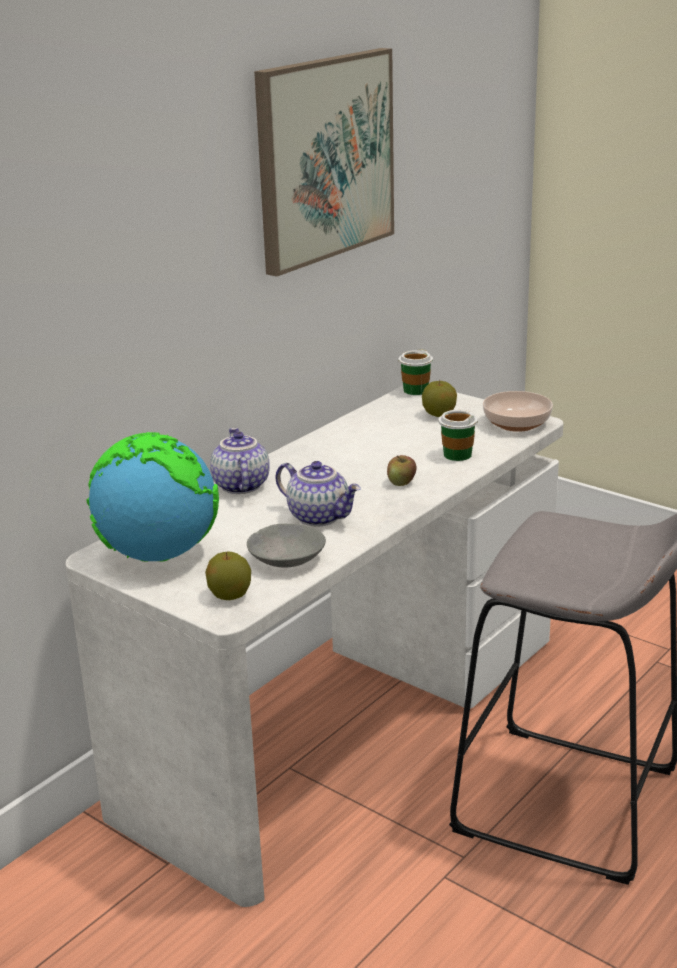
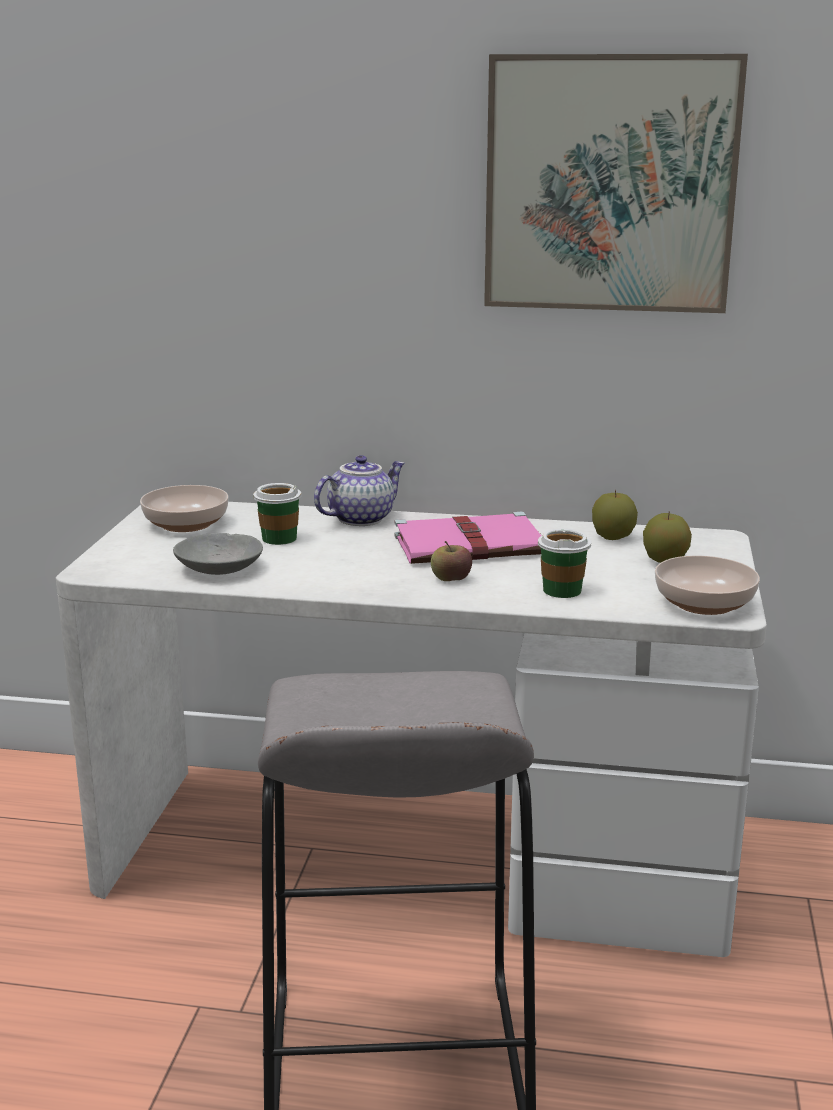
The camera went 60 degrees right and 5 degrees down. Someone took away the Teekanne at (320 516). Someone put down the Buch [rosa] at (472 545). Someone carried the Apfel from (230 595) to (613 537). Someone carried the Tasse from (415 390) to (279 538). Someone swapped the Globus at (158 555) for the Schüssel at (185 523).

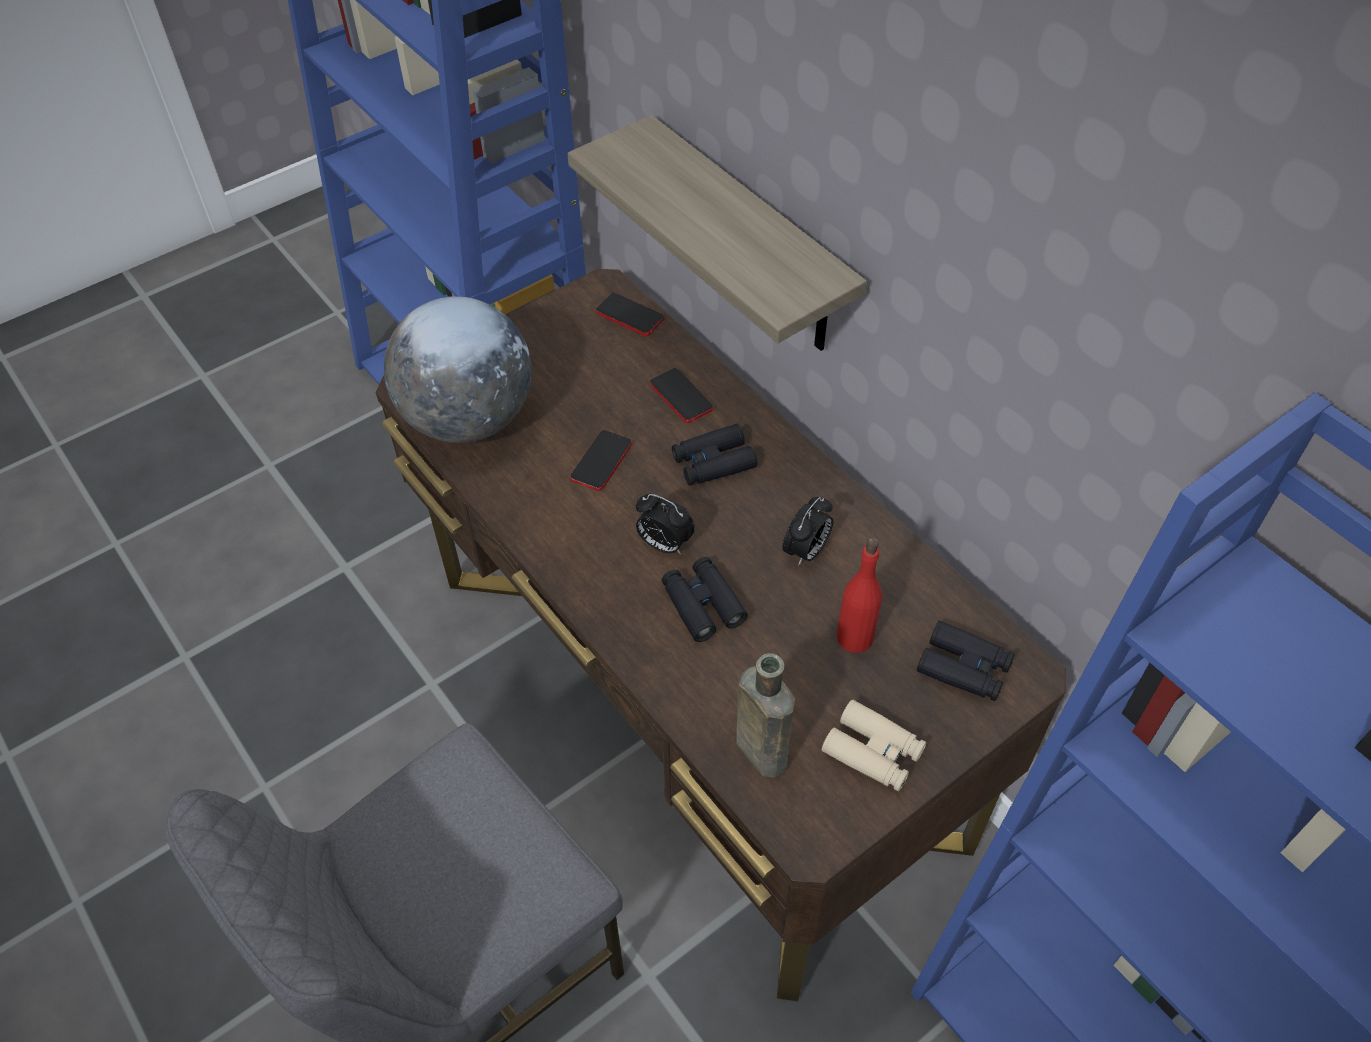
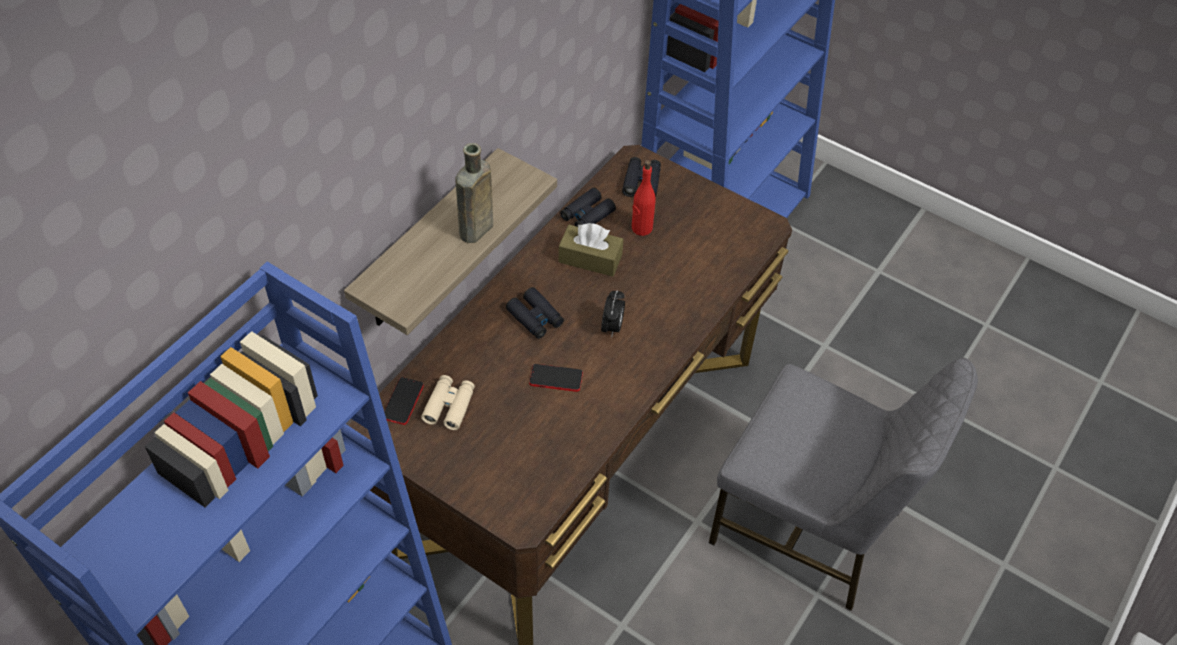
The camera went 110 degrees left and 0 degrees up. Someone took away the Globus at (468 419). Someone took away the Handy at (681 396). Someone carried the Fernglas [schwarz] from (703 604) to (587 215). Someone carried the Flasche [braun] from (759 749) to (474 231). Someone carried the Fernglas [beige] from (873 752) to (449 406). Someone swapped the Wecker at (806 552) for the Taschentuchbox [braun] at (590 258).

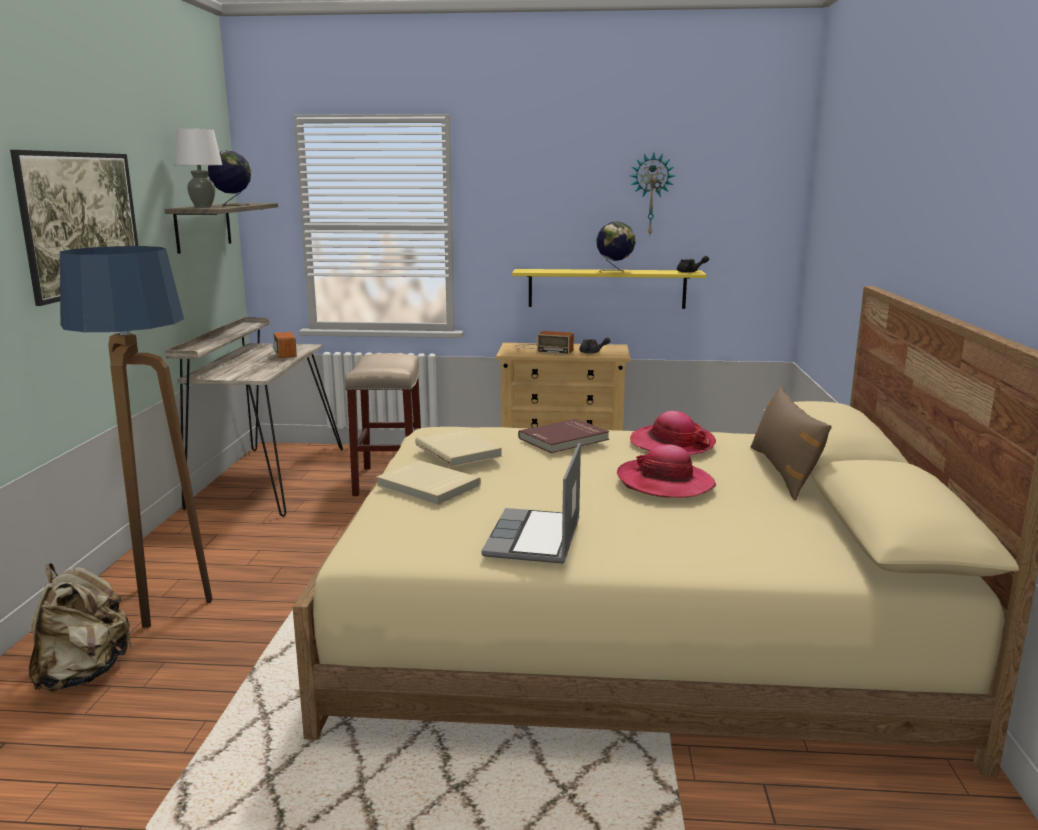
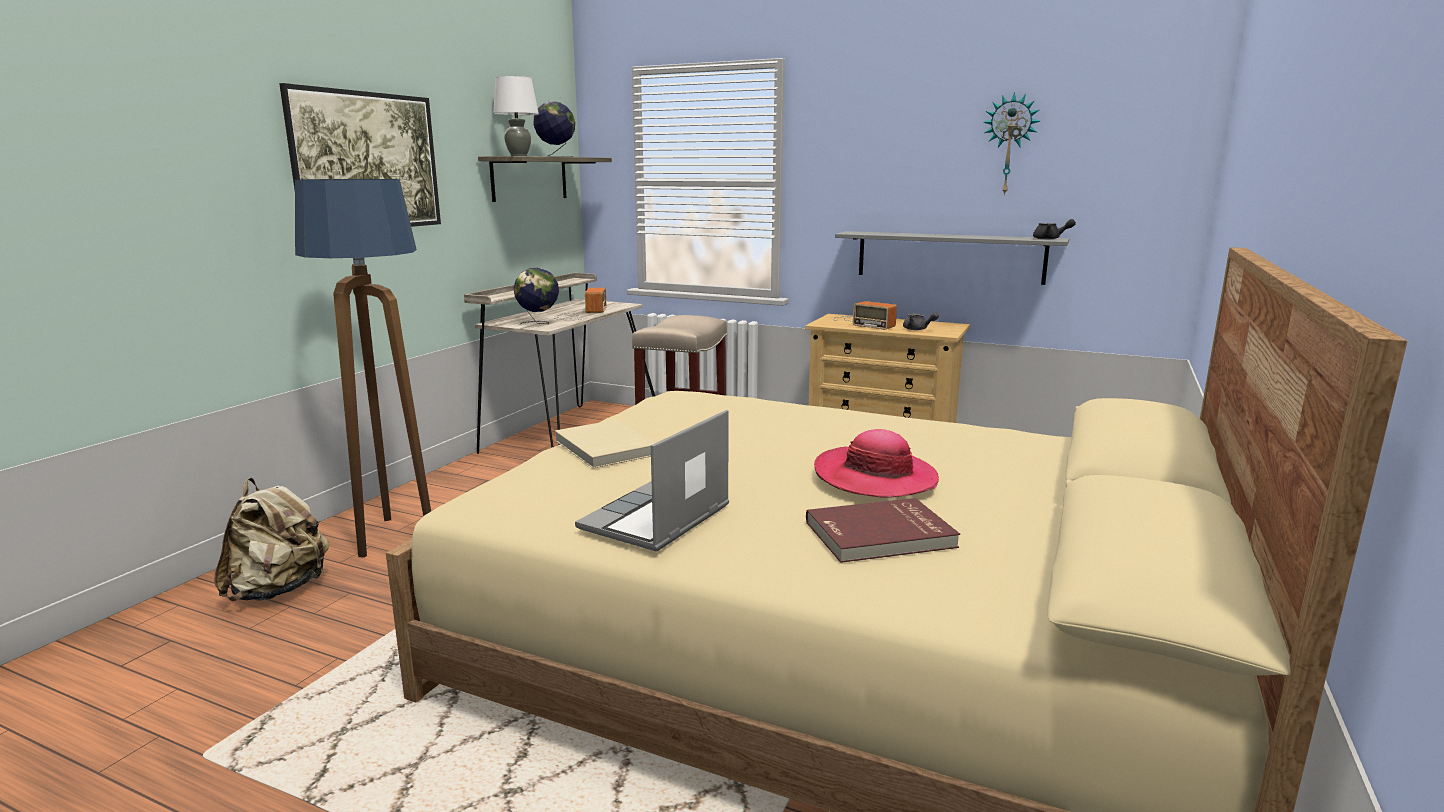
The camera went 20 degrees right and 0 degrees up. Someone took away the Buch [beige] at (459 450). Someone took away the Hut at (672 443). Someone took away the Kissen [braun] at (784 472). Someone carried the Buch [rot] from (564 439) to (881 535). Someone carried the Globus from (615 271) to (538 323). Someone repainted the Wandregal [gelb] at (606 288), which became the Wandregal [grau] at (949 257).

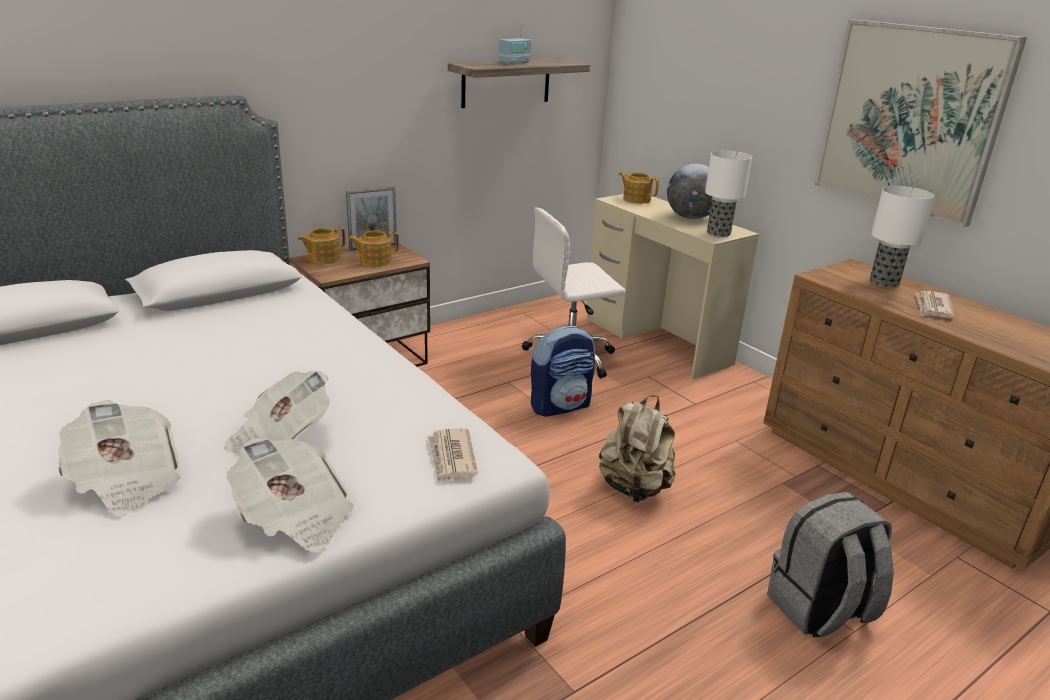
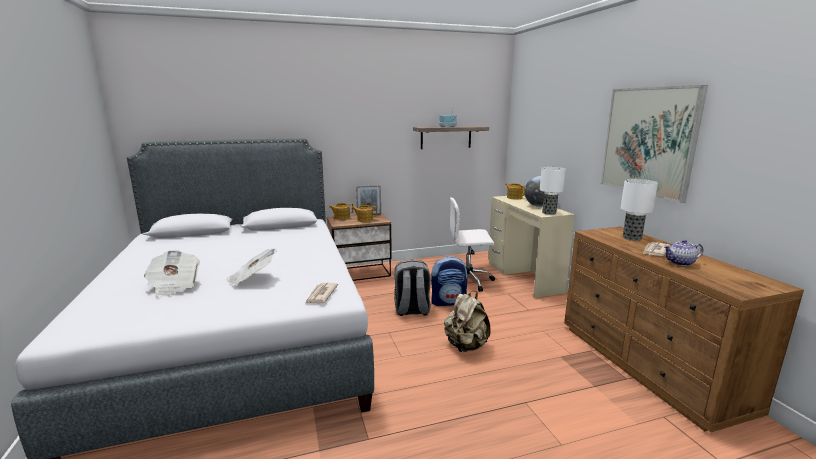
The camera went 20 degrees right and 10 degrees down. Someone took away the Zeitung at (294 518). Someone put down the Teekanne at (680 263). Someone carried the Rucksack [grau] from (820 610) to (411 310).

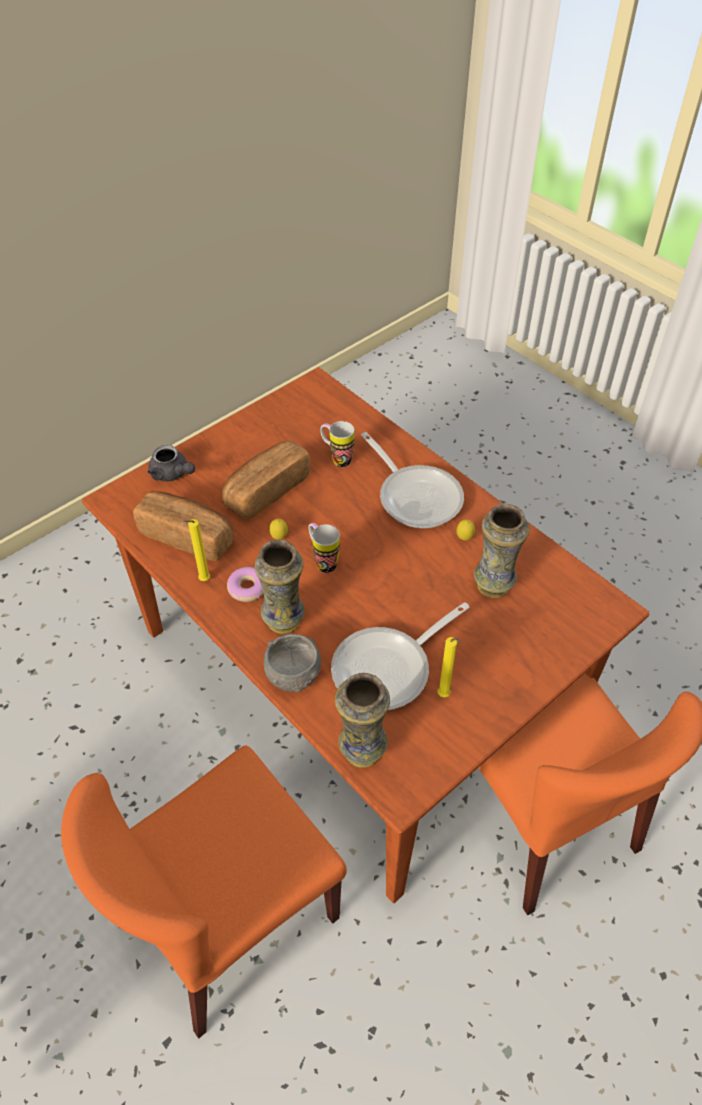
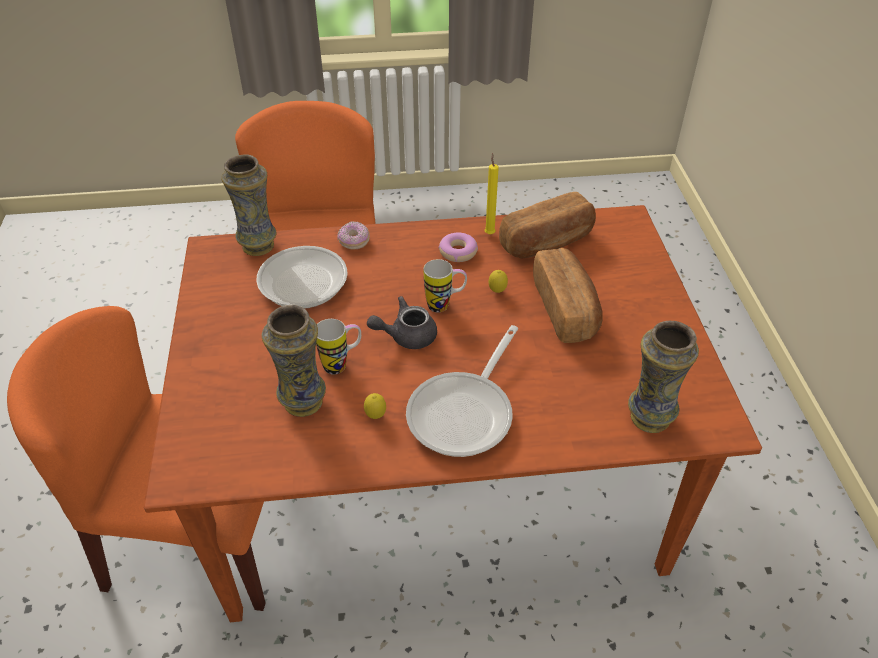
The camera went 125 degrees right and 5 degrees down. Someone took away the Kerze [gelb] at (445 696). Someone carried the Teekanne [grau] from (172 474) to (406 336). Someone carried the Vase from (284 621) to (648 417). Someone carried the Henkelbecher from (337 458) to (342 364). Someone swapped the Schüssel [grau] at (293 674) for the Donut at (354 241). Someone rotated the Pfanne at (416 496) by 60 degrees counterclockwise.

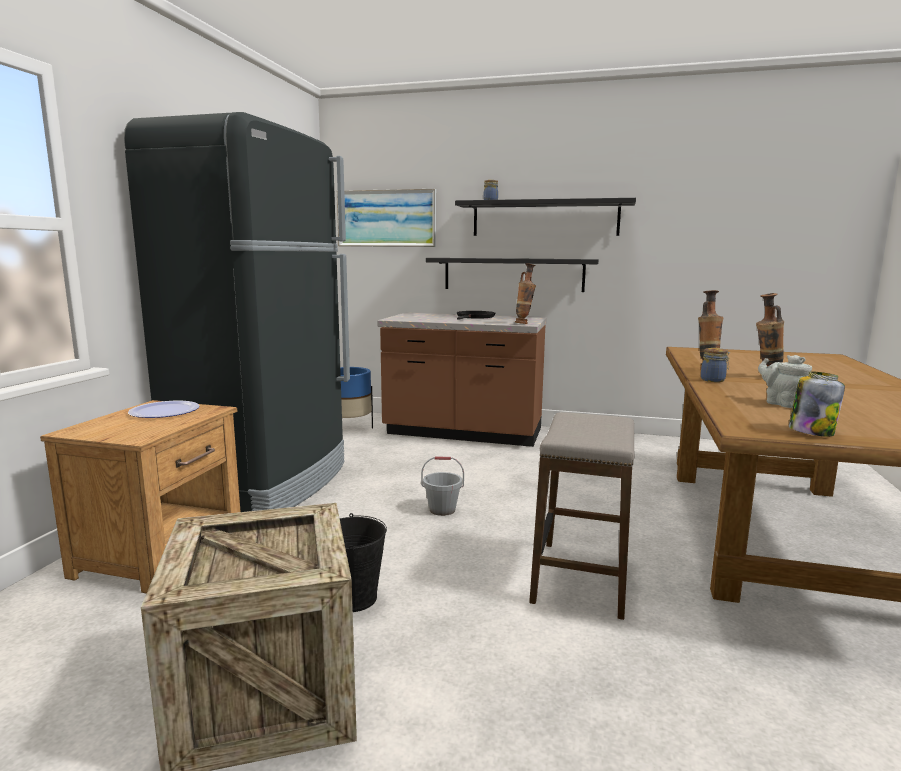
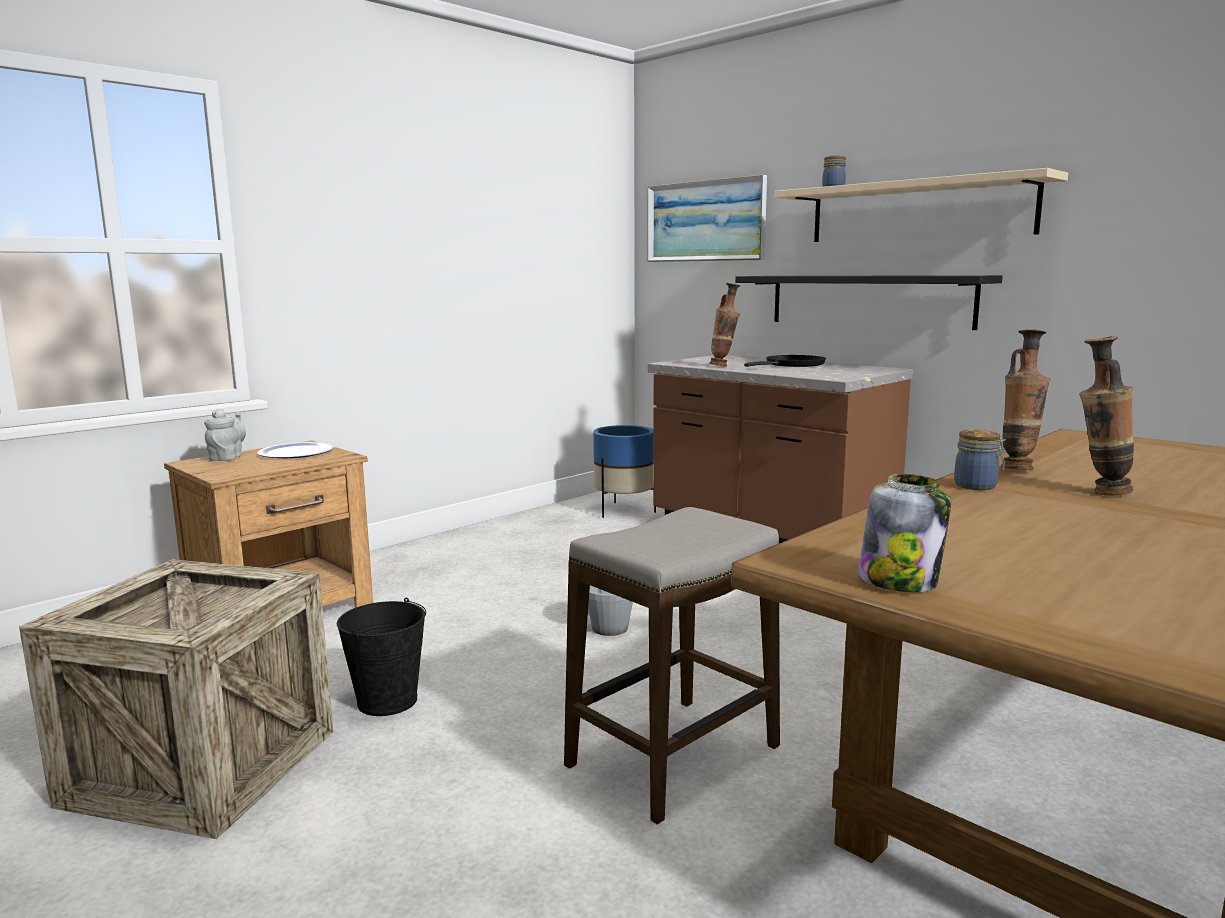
The camera went 30 degrees right and 0 degrees up. Someone took away the Kühlschrank [schwarz] at (265 483). Someone carried the Vase from (524 324) to (724 366). Someone carried the Teekanne [grau] from (782 403) to (228 457). Someone repainted the Wandregal [schwarz] at (545 218), which became the Wandregal [beige] at (918 211).

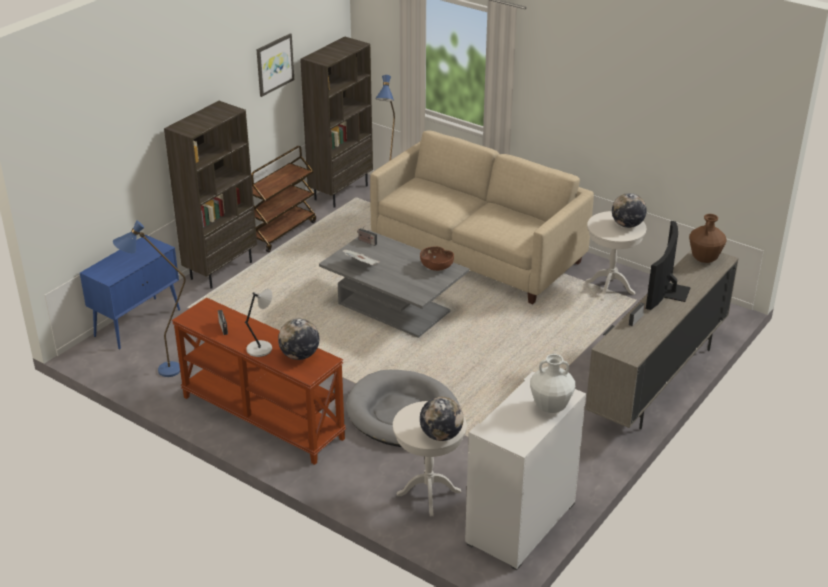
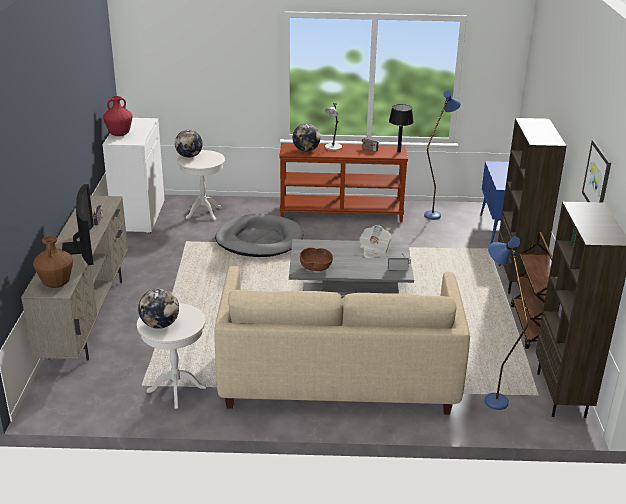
The camera went 145 degrees right and 5 degrees down. Someone put down the Tischlampe [schwarz] at (399 151). Someone repainted the Vase [weiß] at (550 407), which became the Vase [rot] at (120 134).

